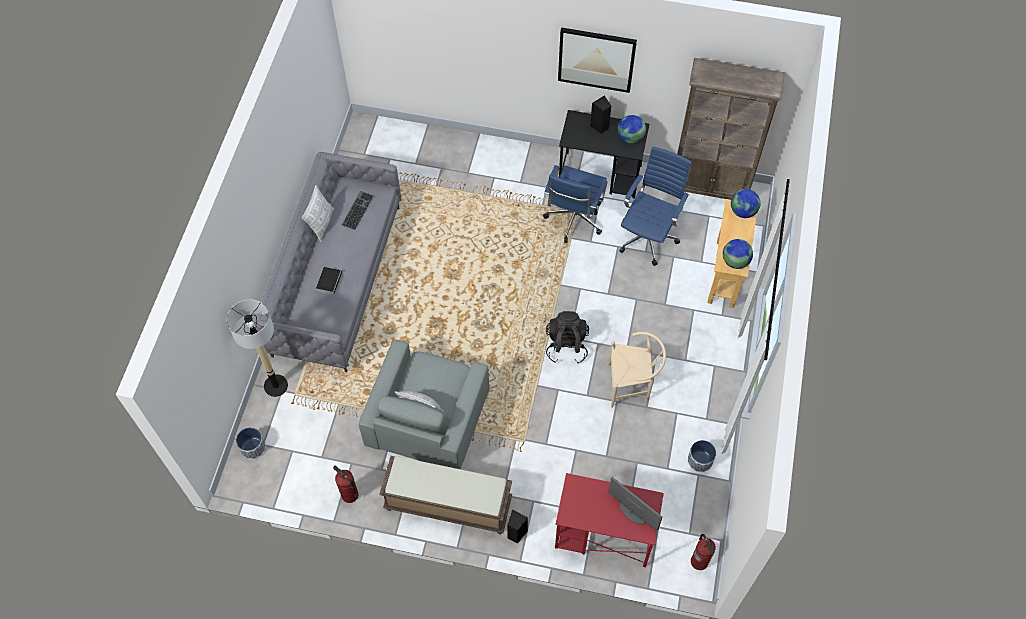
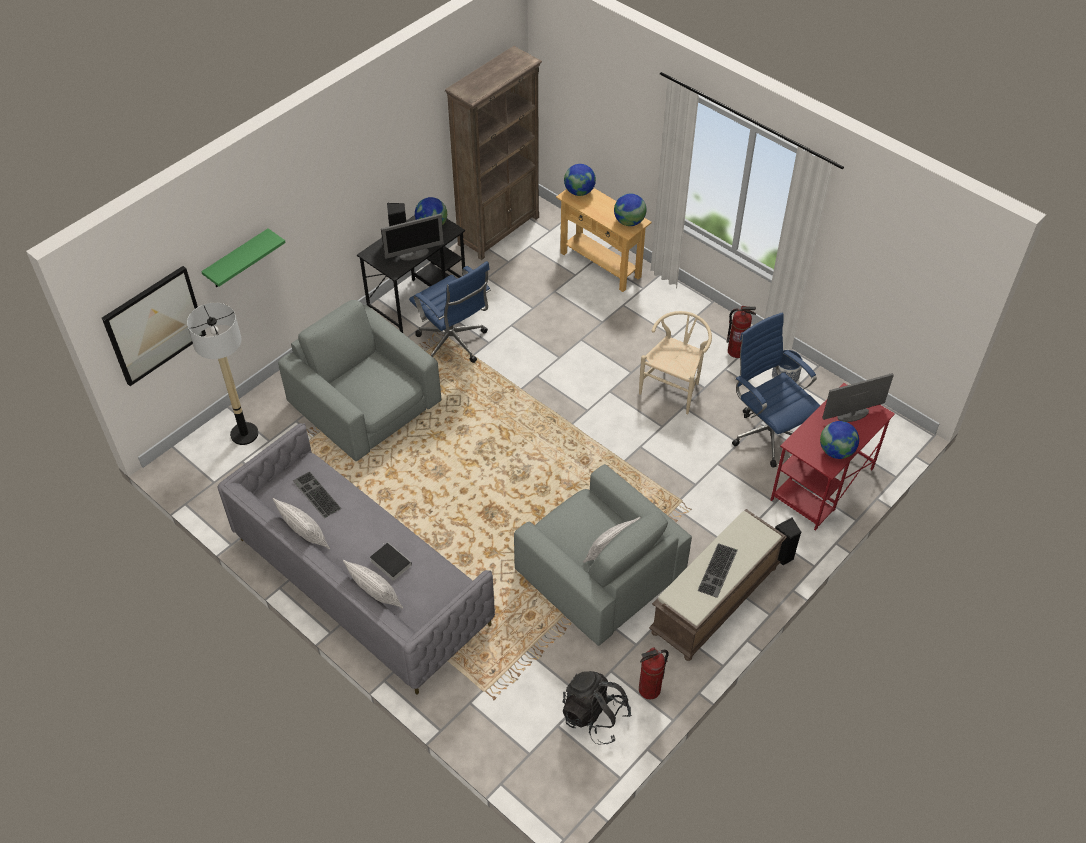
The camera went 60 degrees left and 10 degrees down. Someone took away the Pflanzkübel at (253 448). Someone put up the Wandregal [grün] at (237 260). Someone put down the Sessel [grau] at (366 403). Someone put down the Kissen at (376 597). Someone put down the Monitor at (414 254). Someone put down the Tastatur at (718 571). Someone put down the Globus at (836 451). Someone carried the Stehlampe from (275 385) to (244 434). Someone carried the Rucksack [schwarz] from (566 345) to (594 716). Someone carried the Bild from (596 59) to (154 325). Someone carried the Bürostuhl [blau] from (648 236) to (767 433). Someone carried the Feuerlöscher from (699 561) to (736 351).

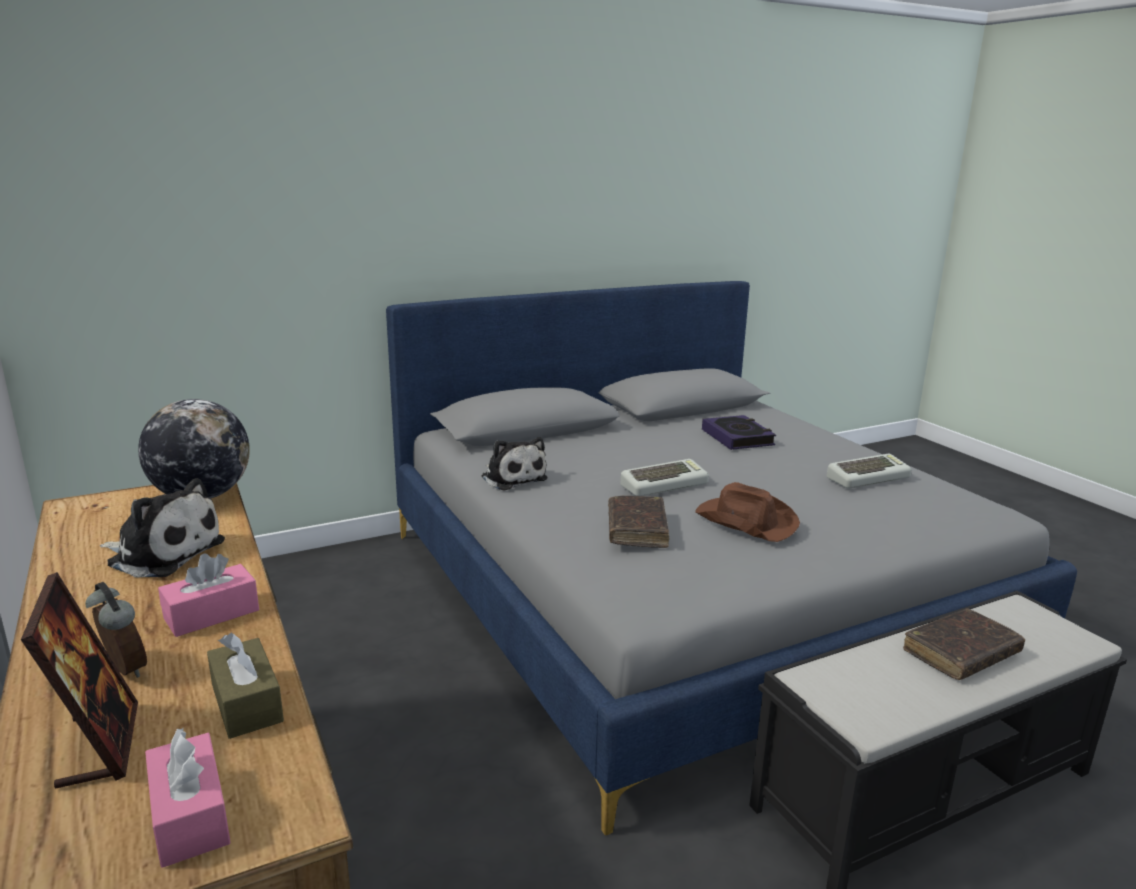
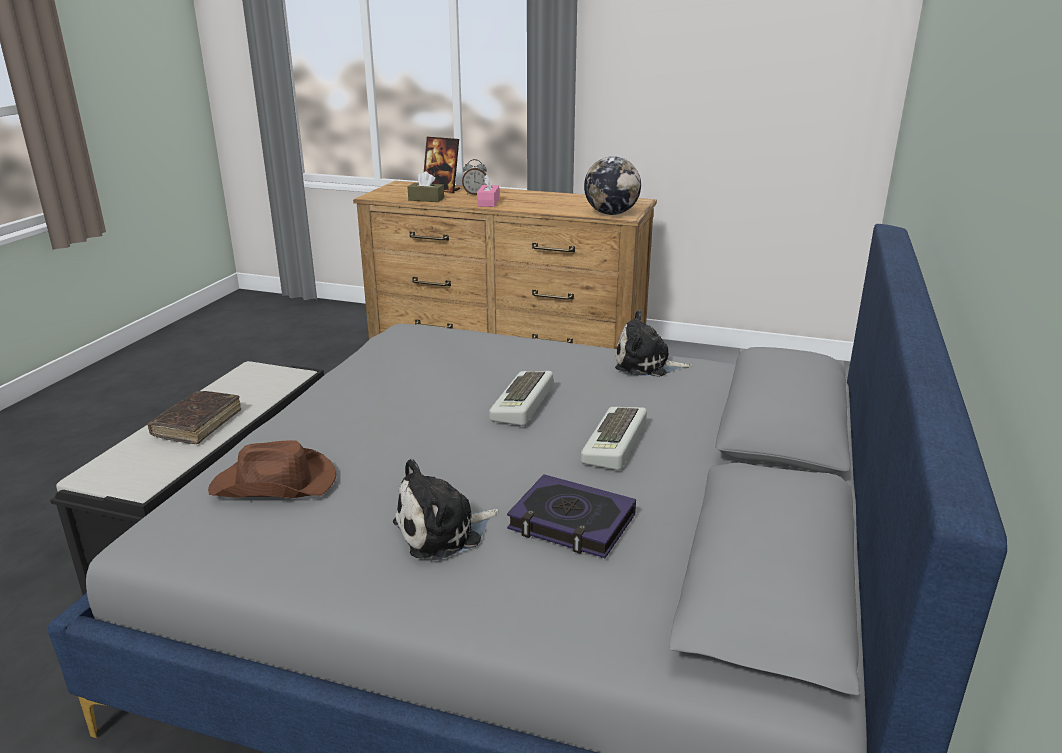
The camera went 135 degrees right and 5 degrees up. Someone took away the Taschentuchbox [rosa] at (190 815). Someone took away the Buch [braun] at (637 530). Someone carried the Plüschtier from (163 553) to (443 531). Someone carried the Hut [braun] from (745 520) to (275 484). Someone carried the Tastatur from (867 477) to (616 444).

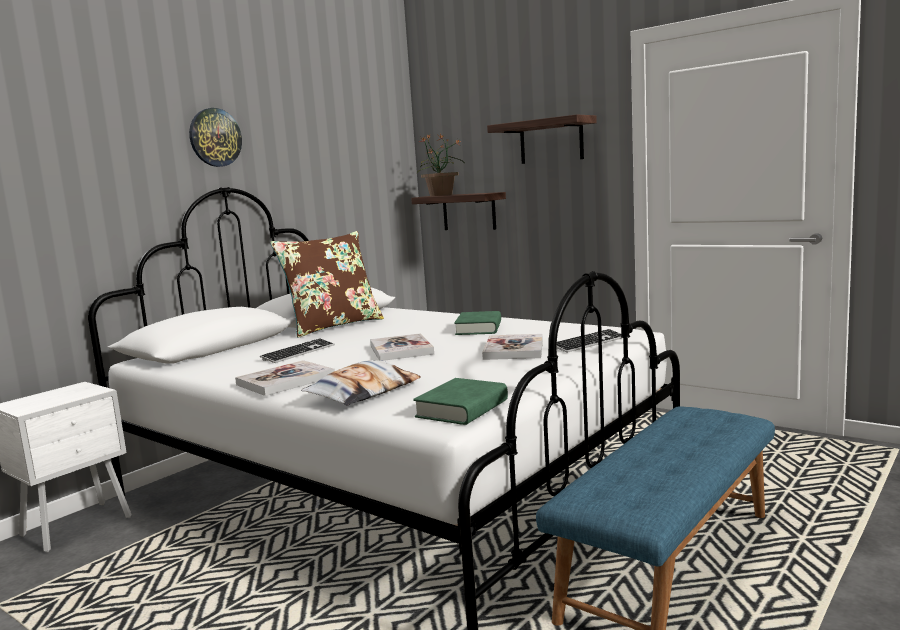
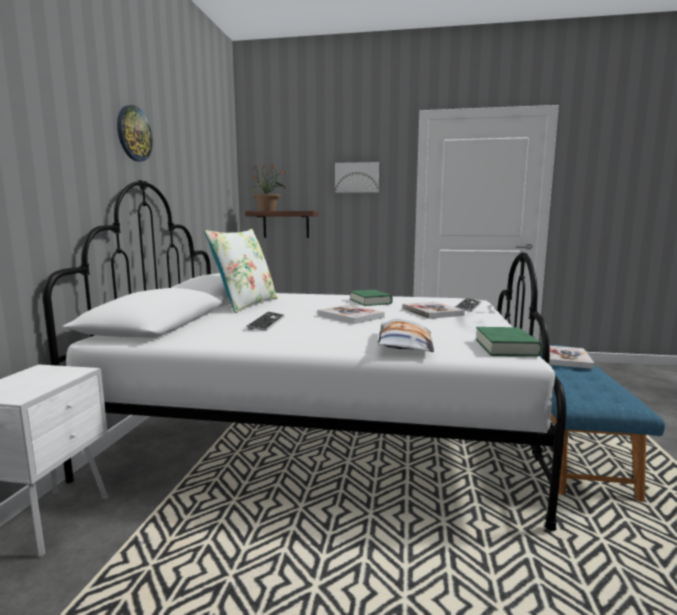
The camera went 30 degrees left and 0 degrees up. Someone carried the Buch from (286 381) to (565 358). Someone swapped the Wandregal at (551 141) for the Bild at (357 177). Someone repainted the Kissen [braun] at (333 326), which became the Kissen [weiß] at (245 304).

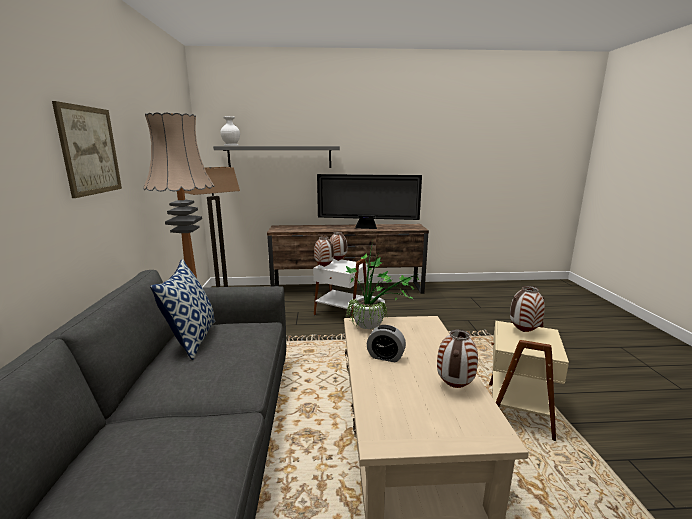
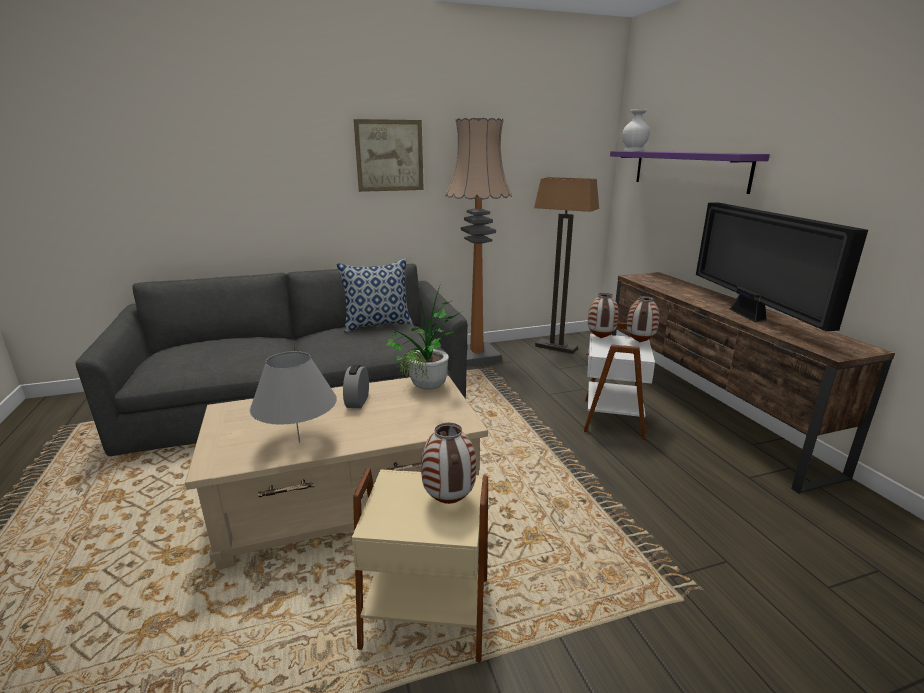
The camera went 75 degrees right and 5 degrees up. Someone swapped the Vase at (454 386) for the Tischlampe [grau] at (299 442). Someone repainted the Wandregal [grau] at (279 157), which became the Wandregal [lila] at (688 169).

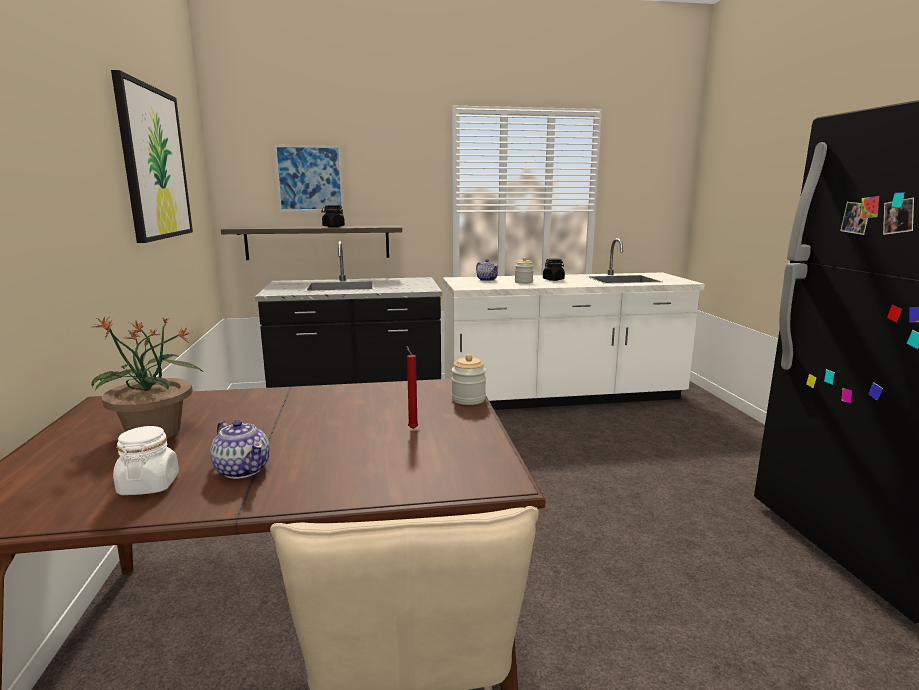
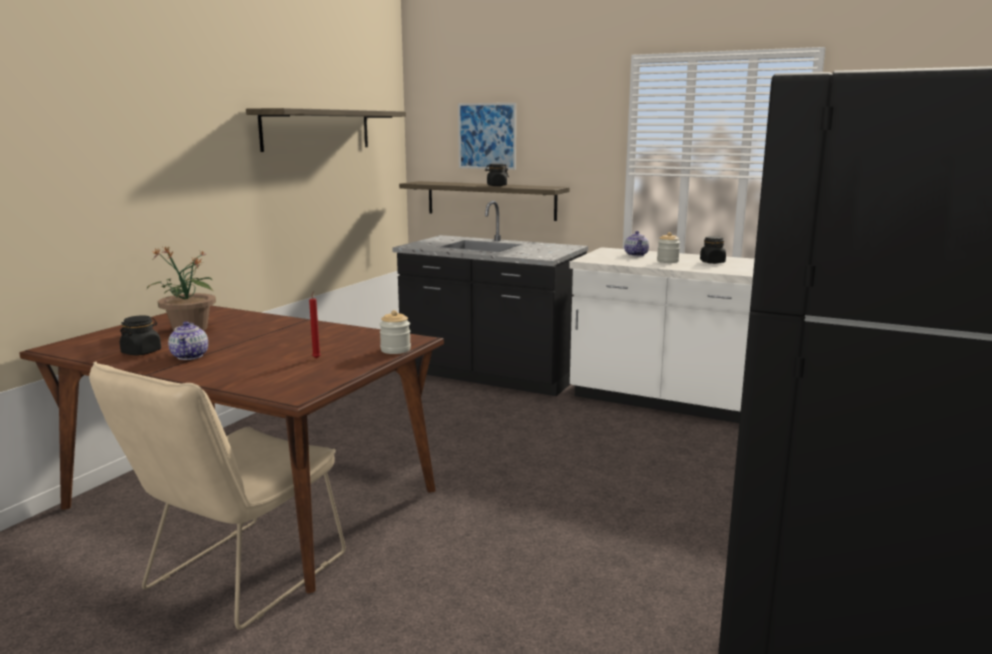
The camera went 35 degrees right and 0 degrees up. Someone swapped the Bild at (154 163) for the Wandregal at (317 129). Someone repainted the Vorratsglas [weiß] at (149 485), which became the Vorratsglas [schwarz] at (141 352).

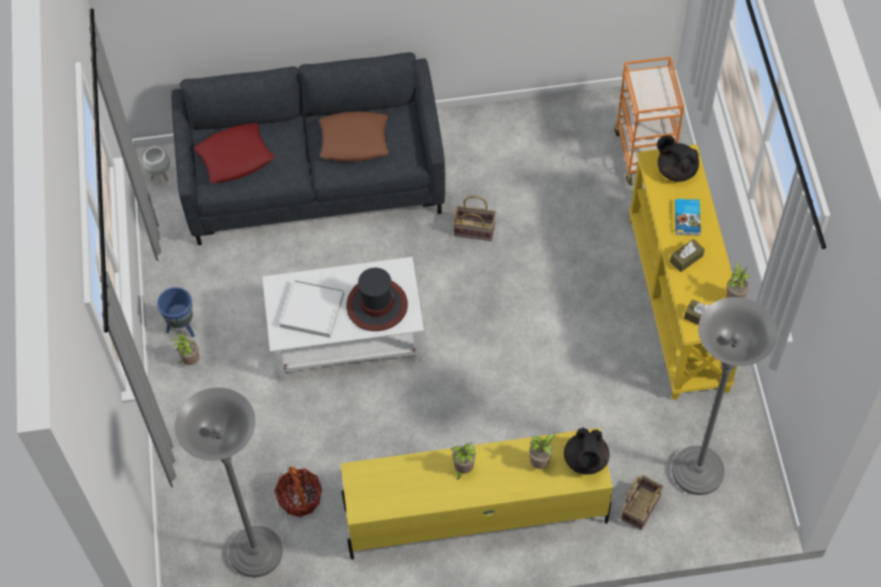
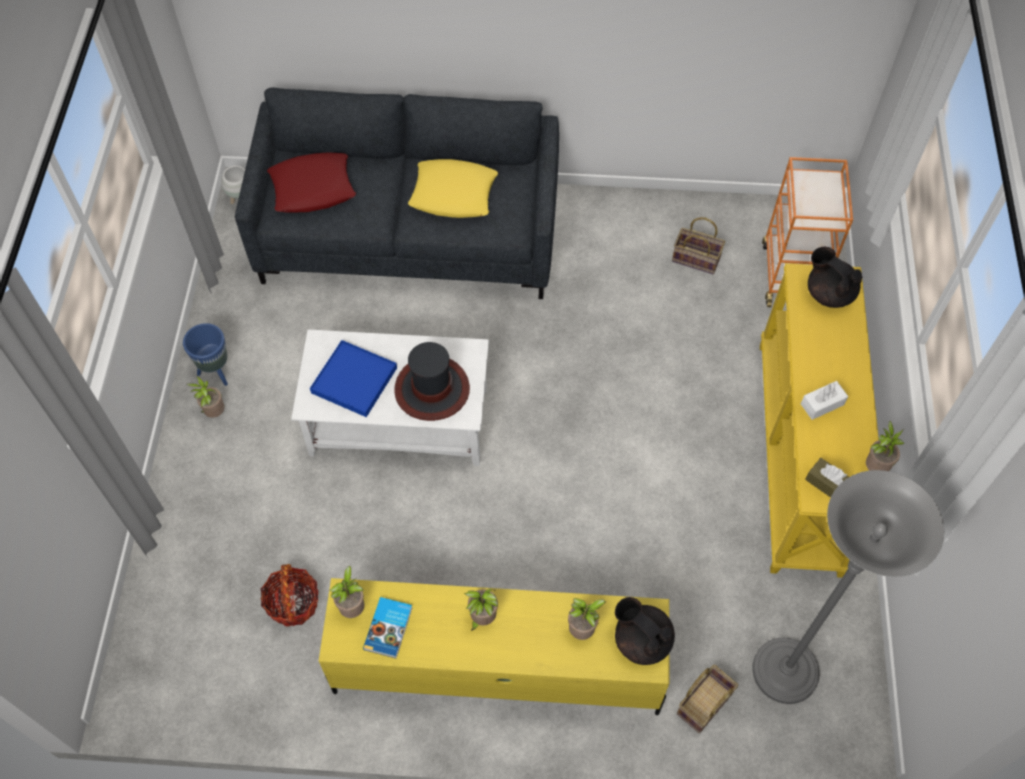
The camera went 10 degrees right and 0 degrees up. Someone took away the Stehlampe [grau] at (256 553). Someone put down the Topfpflanze at (353 607). Someone carried the Korb from (475 229) to (697 259). Someone carried the Buch from (688 218) to (389 628). Someone repainted the Tablett [weiß] at (312 310), which became the Tablett [blau] at (354 380). Someone repainted the Kissen [braun] at (354 141), which became the Kissen [gelb] at (453 194). Someone repainted the Taschentuchbox [braun] at (686 258), which became the Taschentuchbox [weiß] at (822 404). Someone rotated the Teekanne [schwarz] at (585 460) by 120 degrees clockwise.

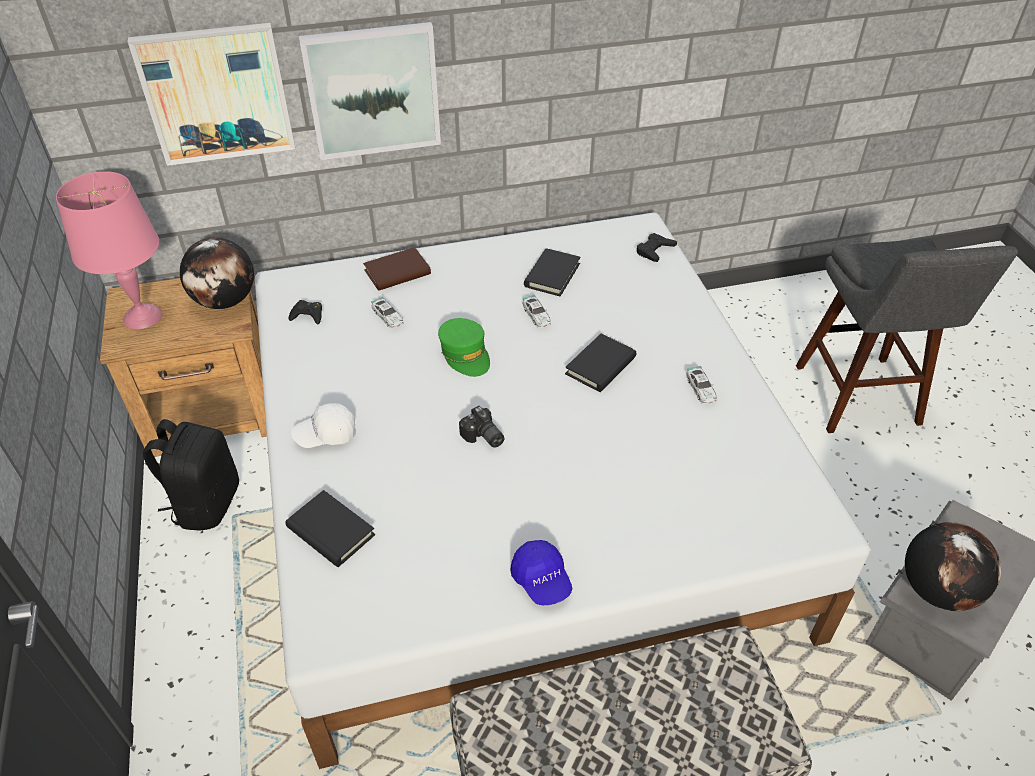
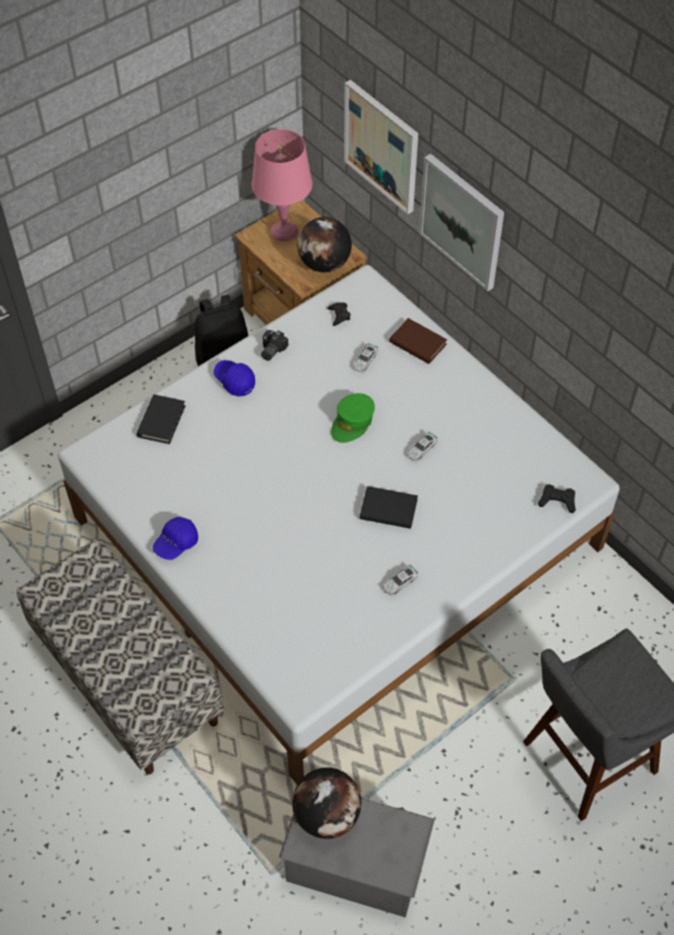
The camera went 65 degrees right and 10 degrees up. Someone took away the Buch [schwarz] at (552 275). Someone carried the Kamera from (482 437) to (270 350). Someone repainted the Kappe [weiß] at (326 435), which became the Kappe [blau] at (234 381).

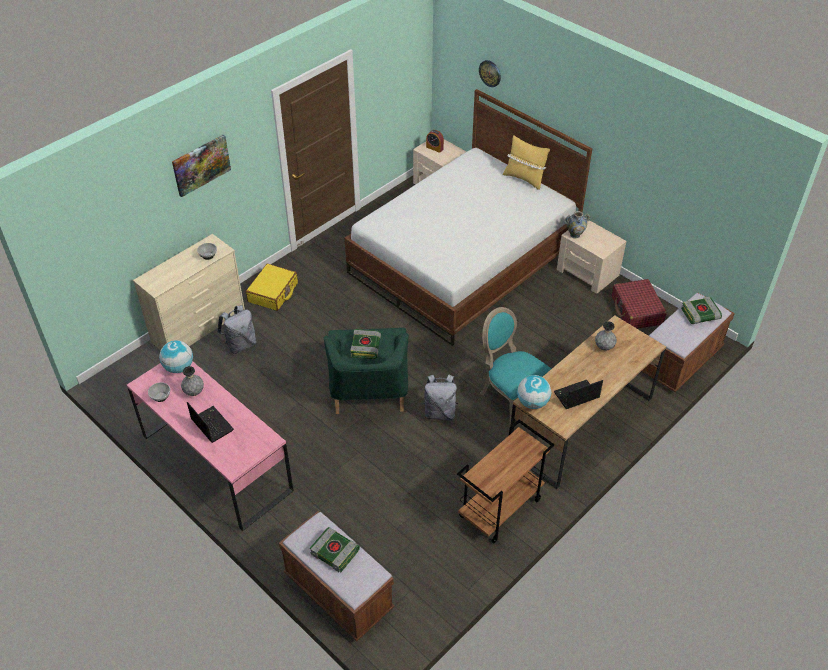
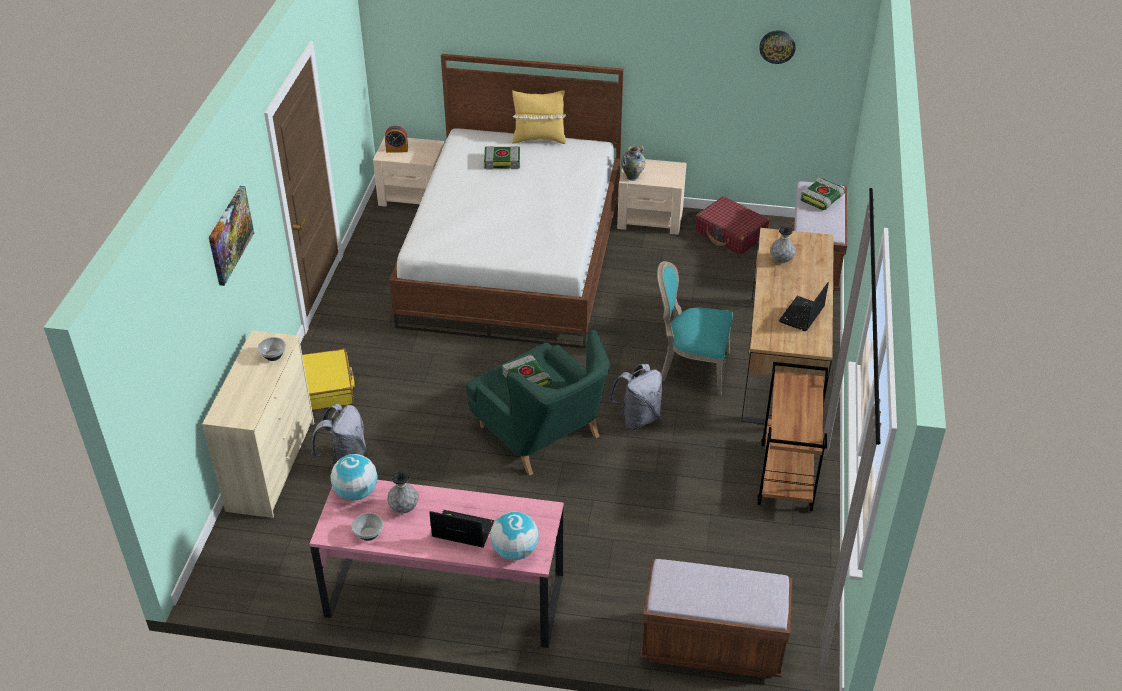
The camera went 35 degrees left and 5 degrees down. Someone carried the Buch from (335 552) to (502 161). Someone carried the Wanduhr from (490 73) to (777 46). Someone carried the Globus from (532 402) to (514 551).

